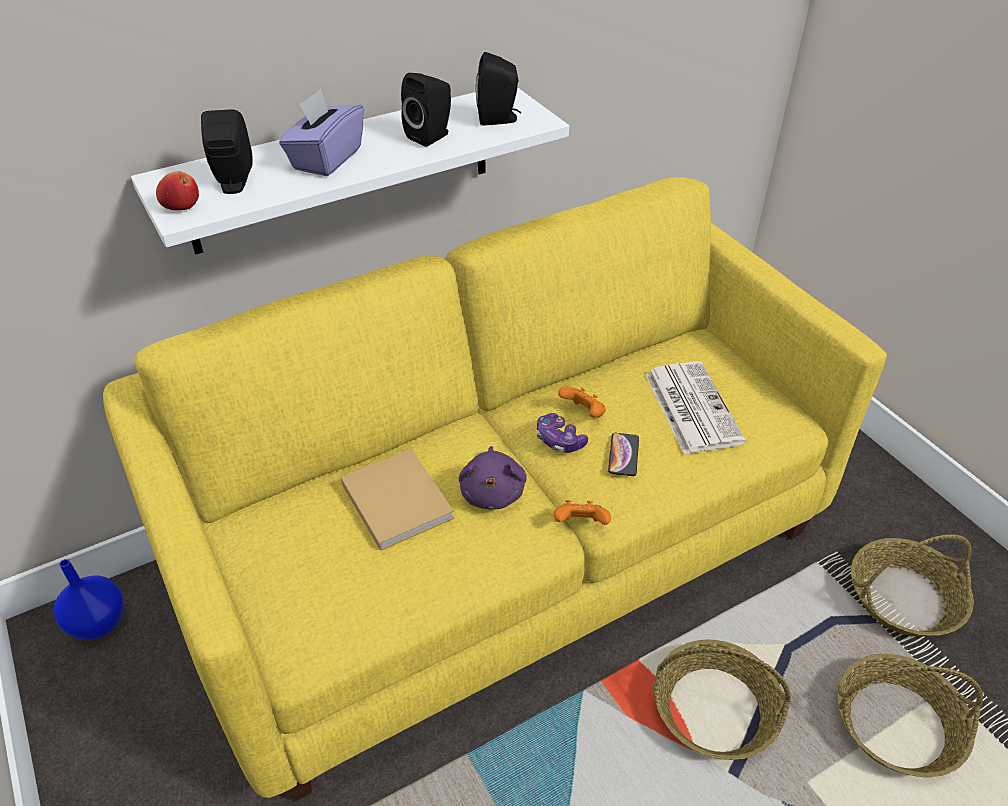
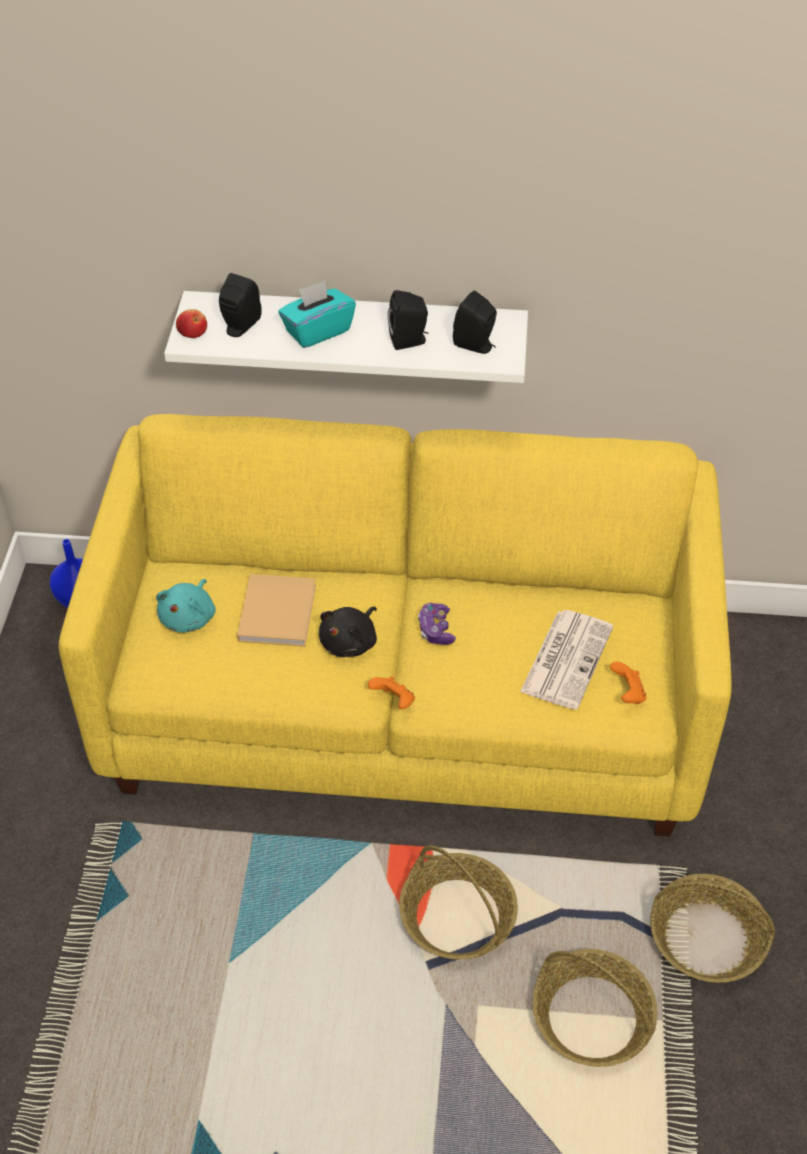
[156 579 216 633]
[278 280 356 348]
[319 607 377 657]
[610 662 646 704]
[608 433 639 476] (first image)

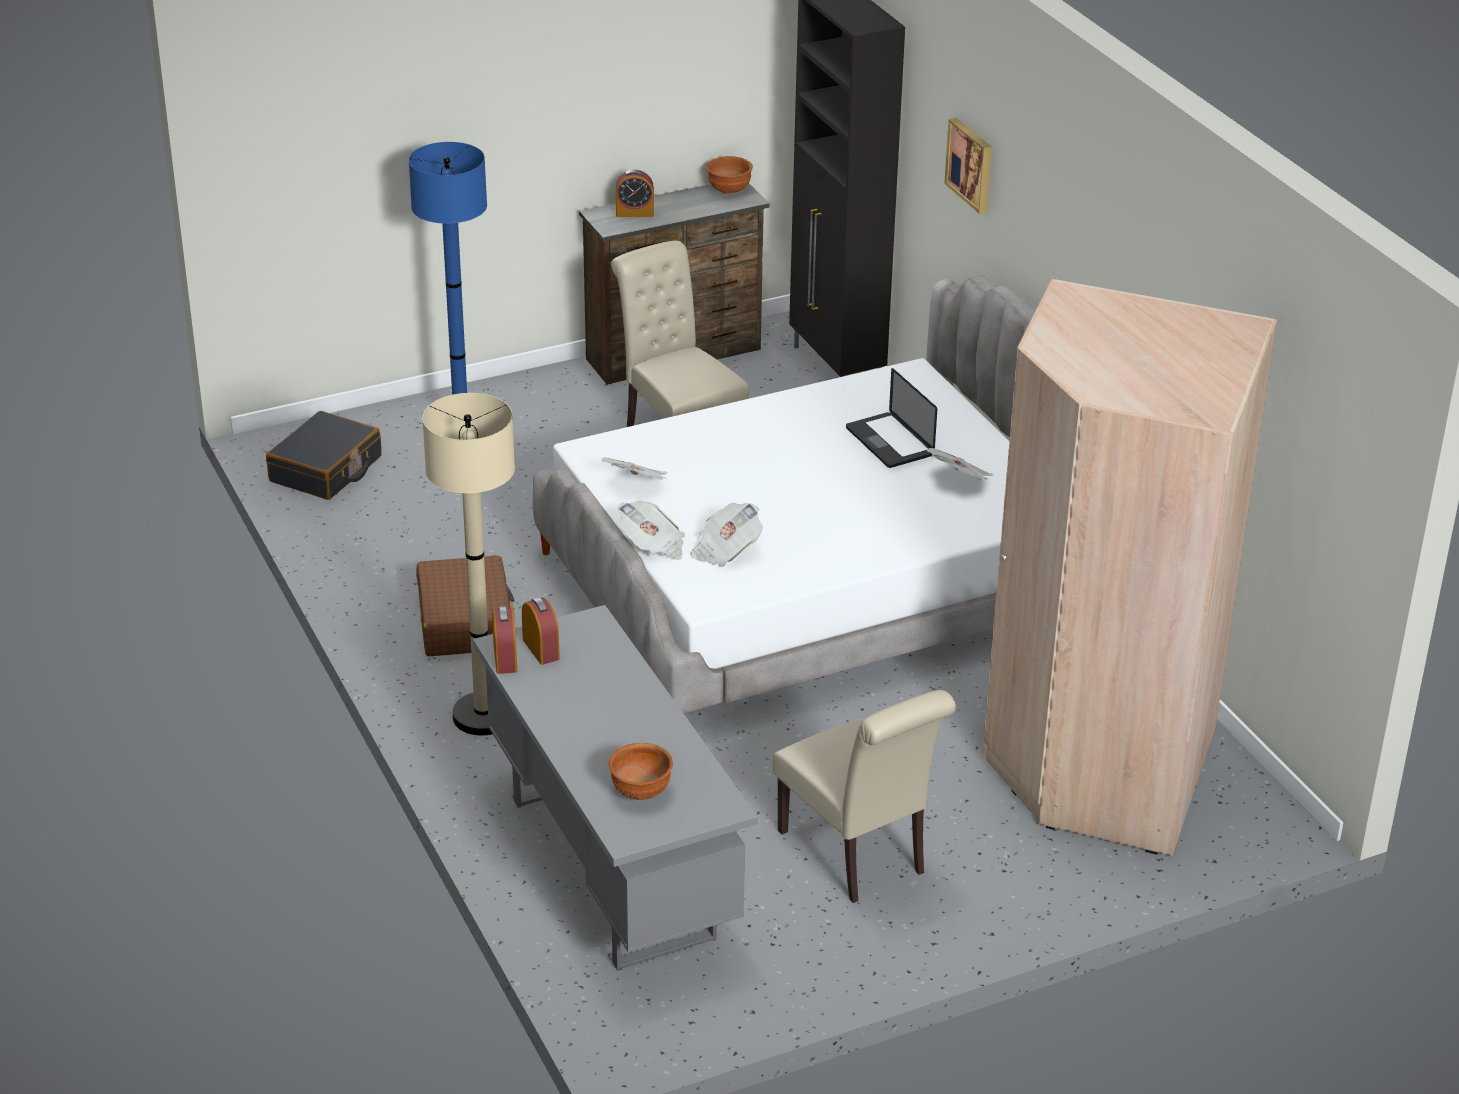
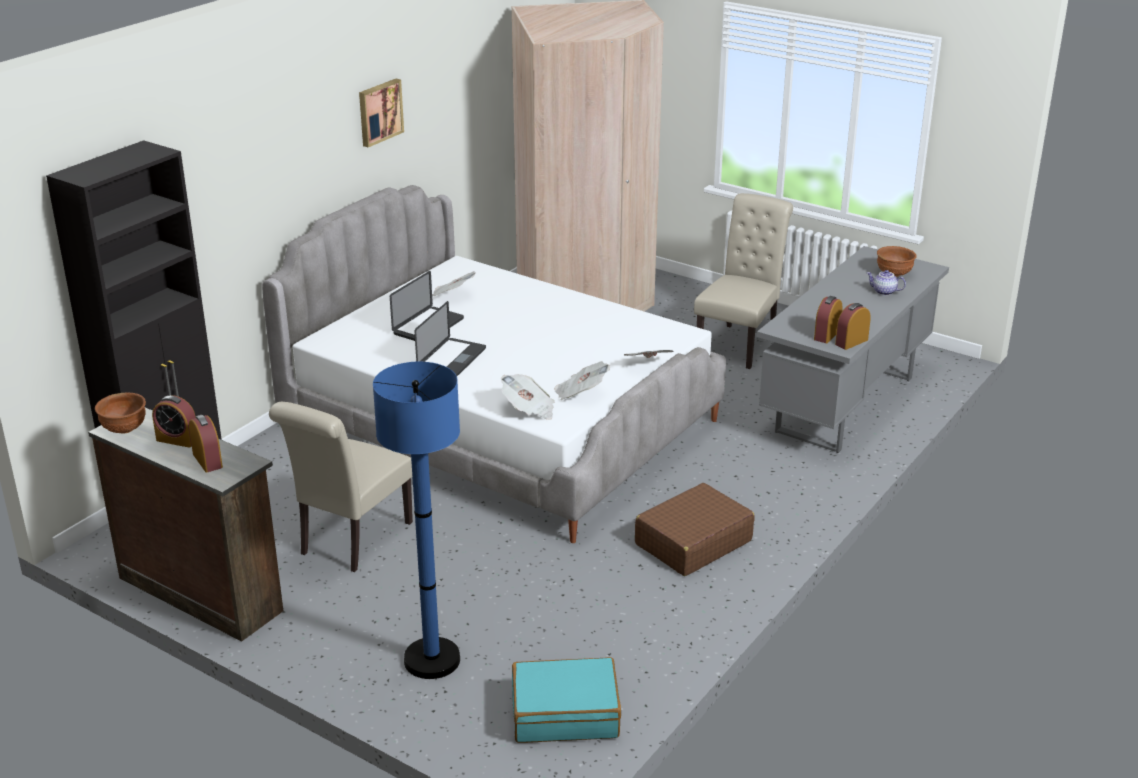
[152 395 196 448]
[359 79 404 147]
[415 301 486 376]
[501 374 555 420]
[512 657 621 743]
[867 270 906 296]
[422 393 515 735] (first image)

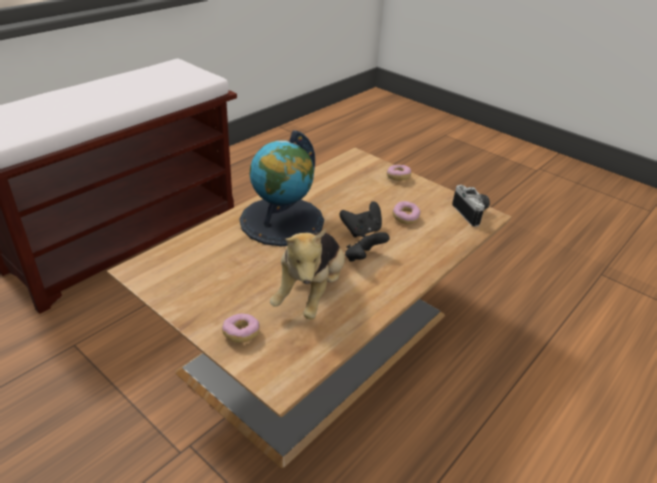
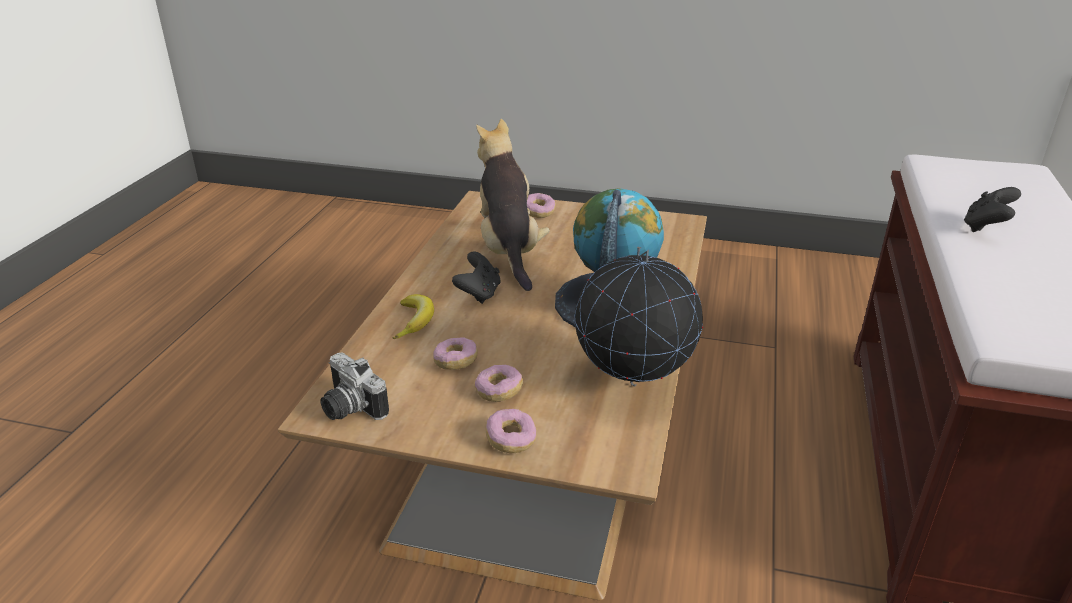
[393 294 434 339]
[475 365 523 402]
[575 246 703 387]
[964 187 1021 232]

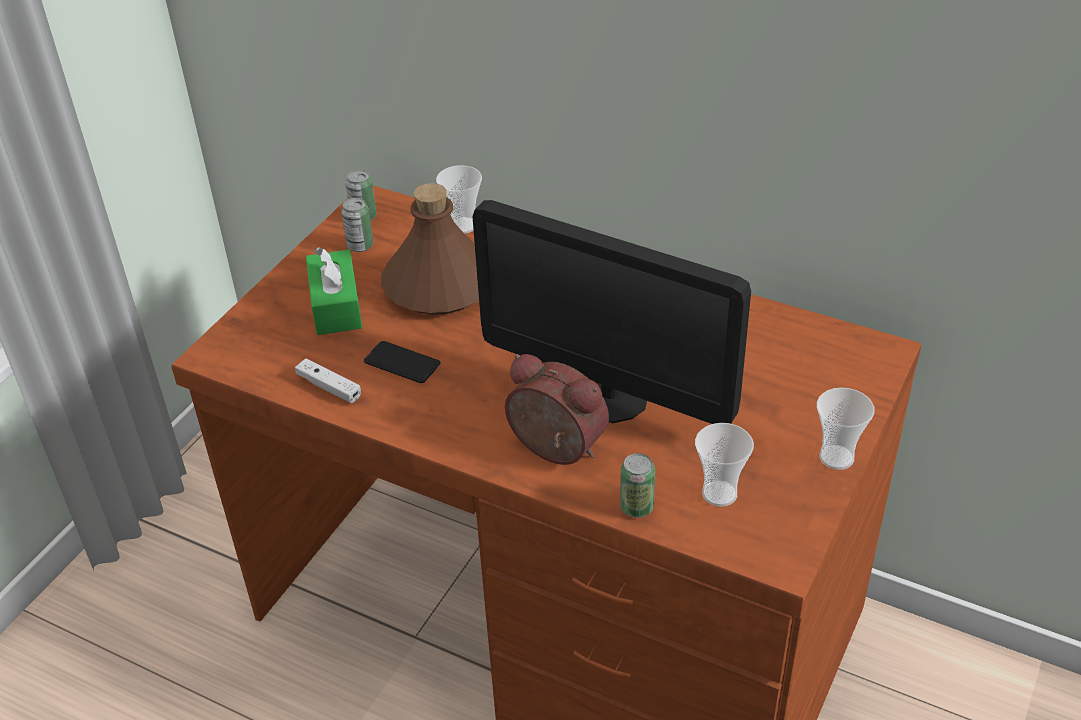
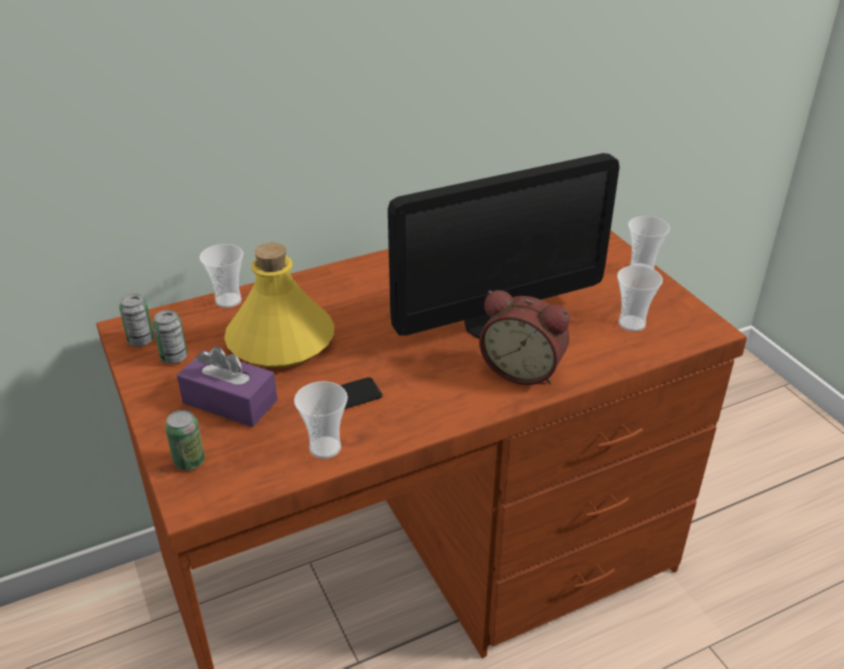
[165 410 205 470]
[177 346 277 427]
[224 243 334 368]
[294 381 348 459]
[479 290 570 385]

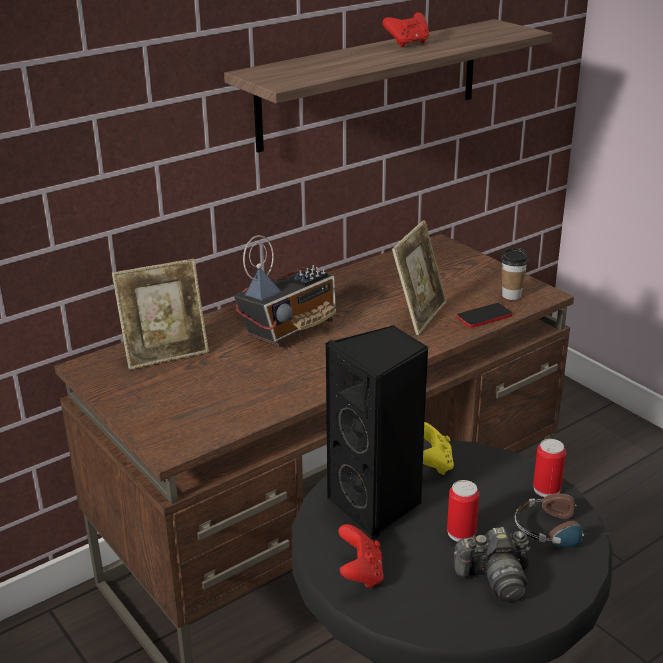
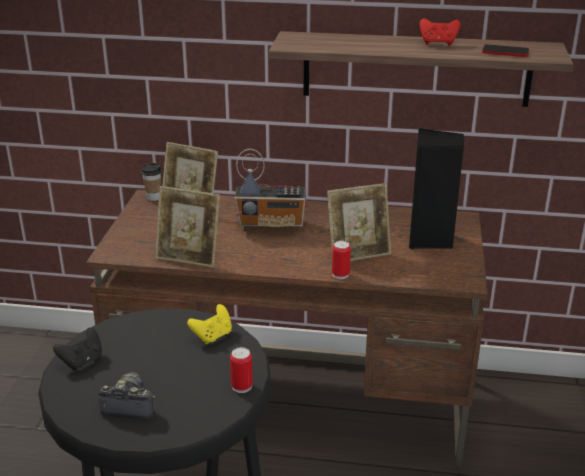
[53 328 102 370]
[99 372 155 420]
[141 163 161 201]
[155 186 220 268]
[332 241 351 279]
[409 128 464 249]
[482 44 529 57]
[515 493 604 547] (first image)

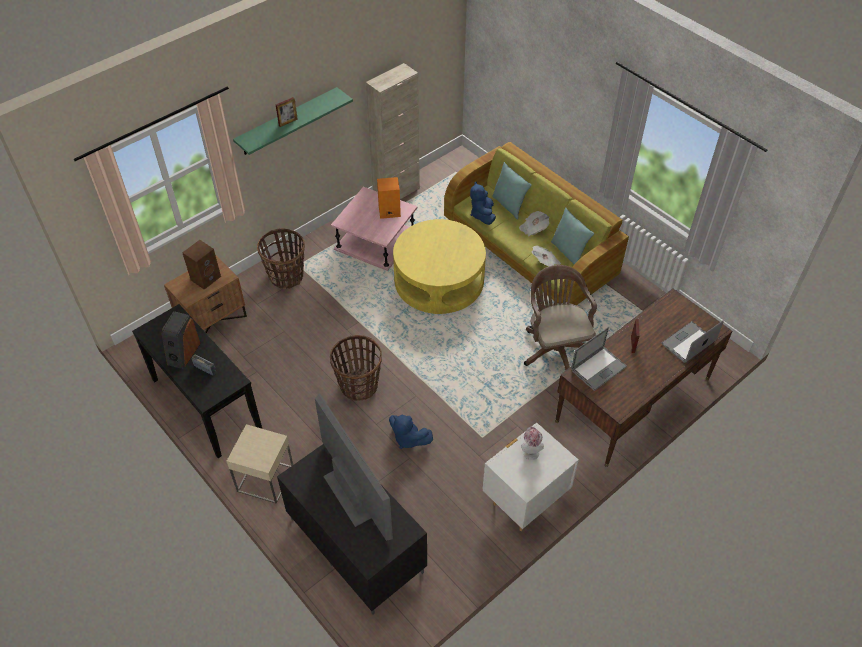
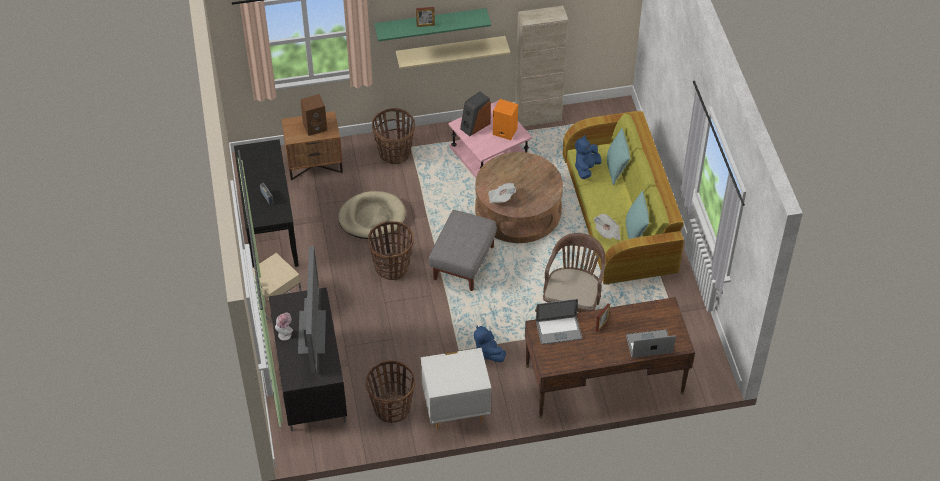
[275 312 293 341]
[338 191 406 239]
[366 360 415 423]
[396 36 510 69]
[429 210 497 291]
[460 91 491 136]
[474 325 506 362]
[475 152 563 243]
[488 183 516 203]

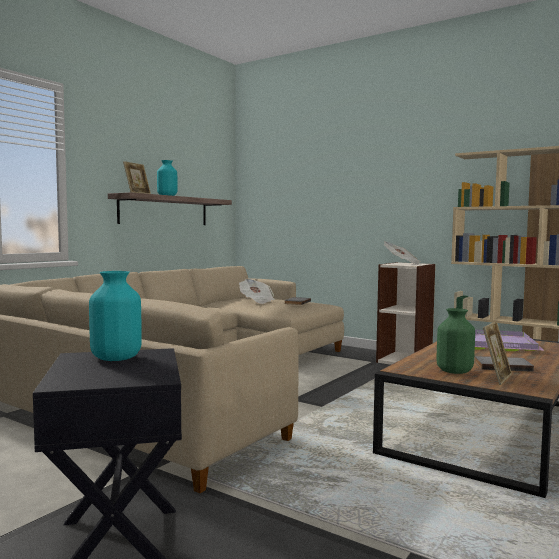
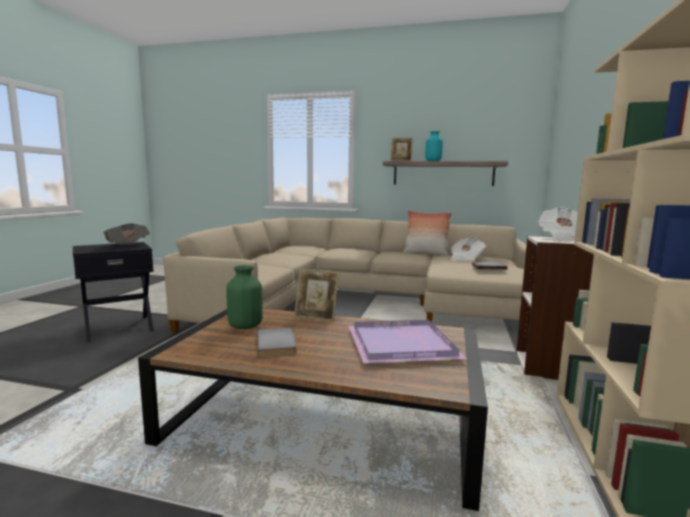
[103 223 150 243]
[294 269 339 321]
[403 210 452 256]

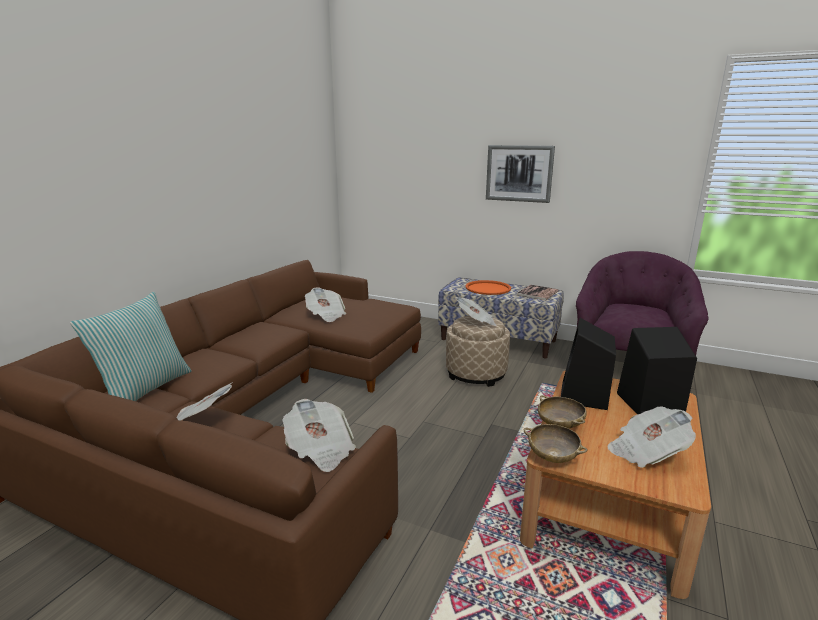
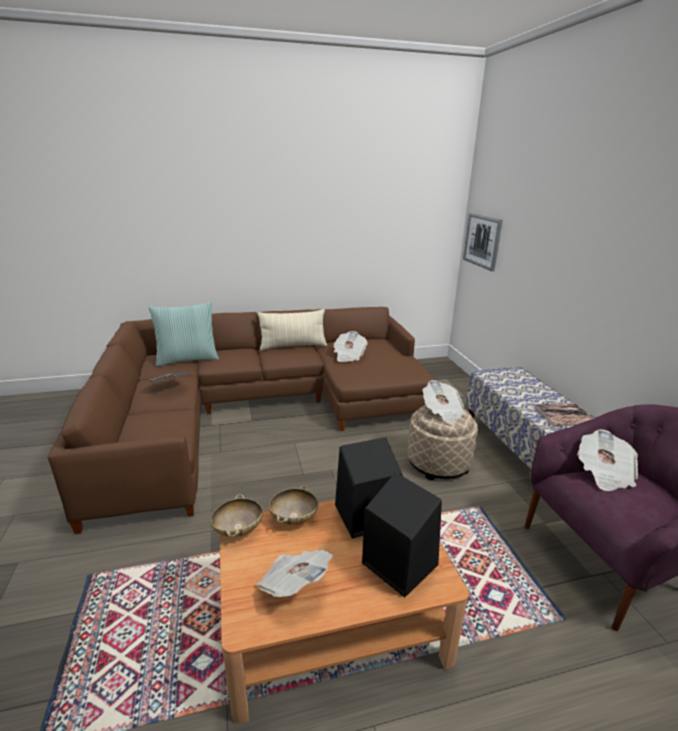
[258 309 327 351]
[463 213 503 271]
[577 429 638 491]
[466 280 511 295] (first image)

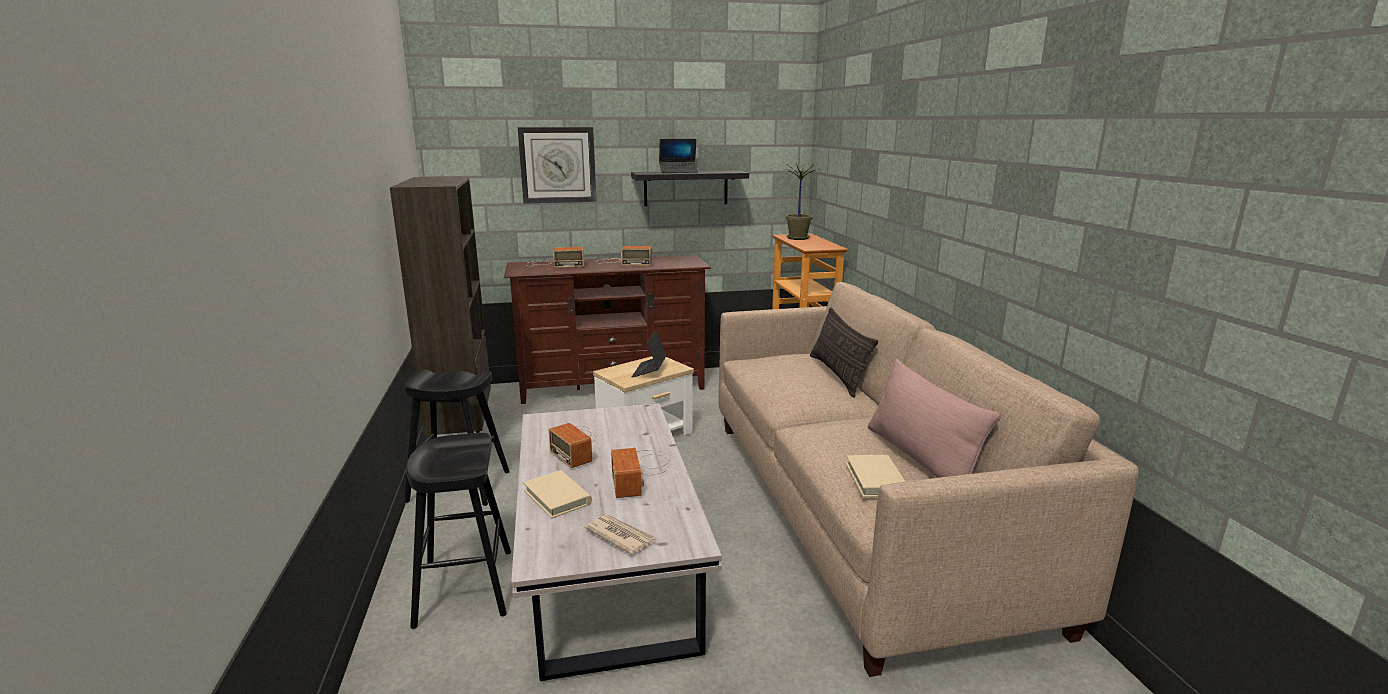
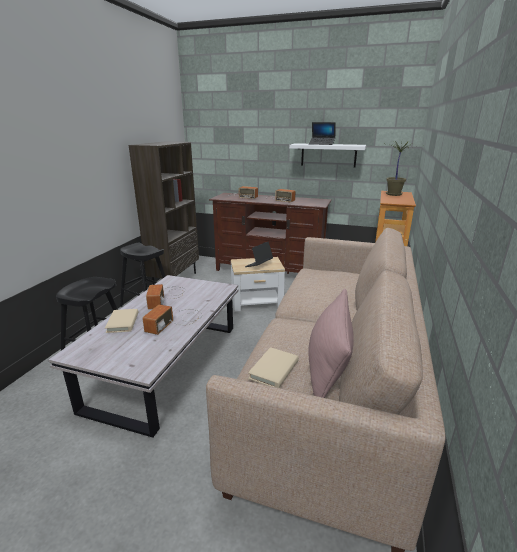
[289 143 366 168]
[518 127 596 203] (first image)
[585 514 656 555] (first image)
[810 307 878 397] (first image)

